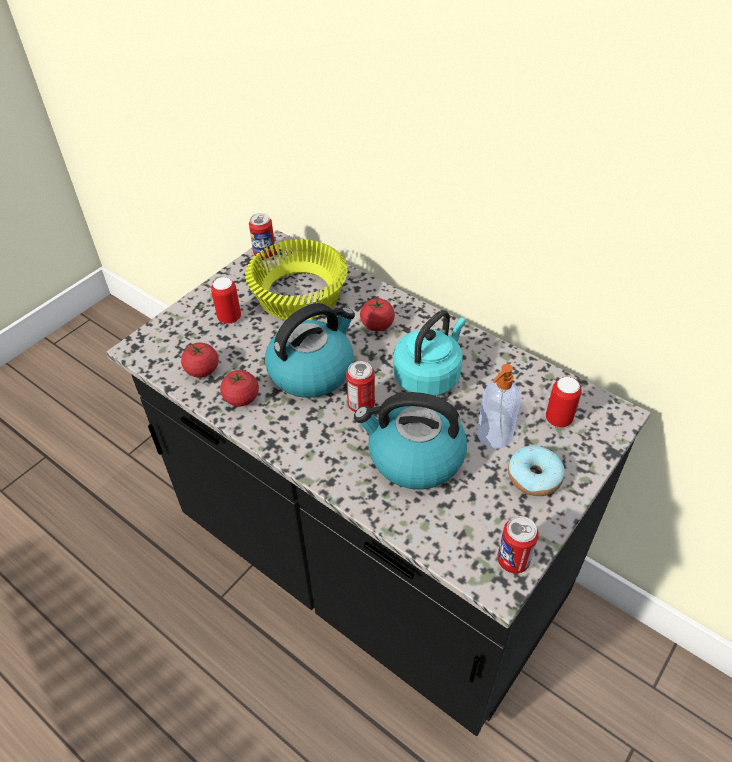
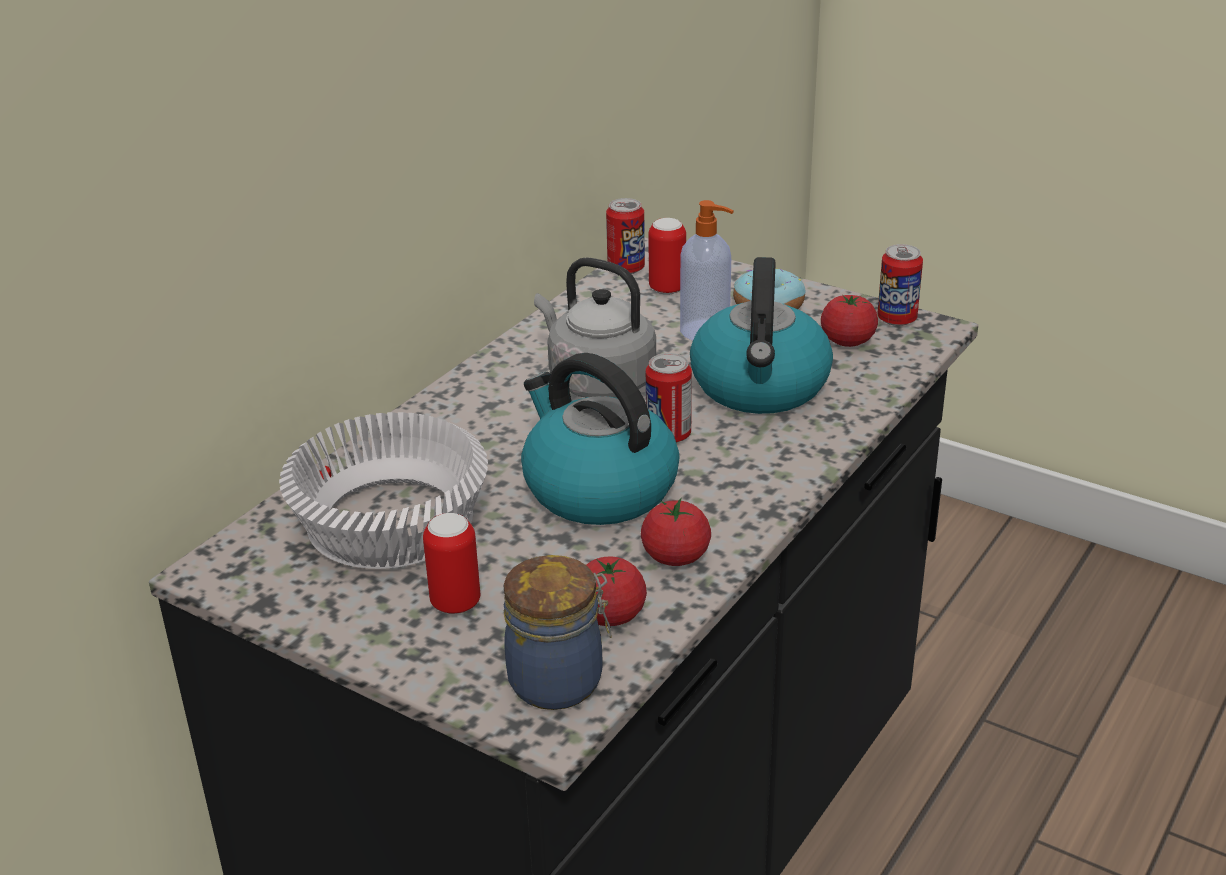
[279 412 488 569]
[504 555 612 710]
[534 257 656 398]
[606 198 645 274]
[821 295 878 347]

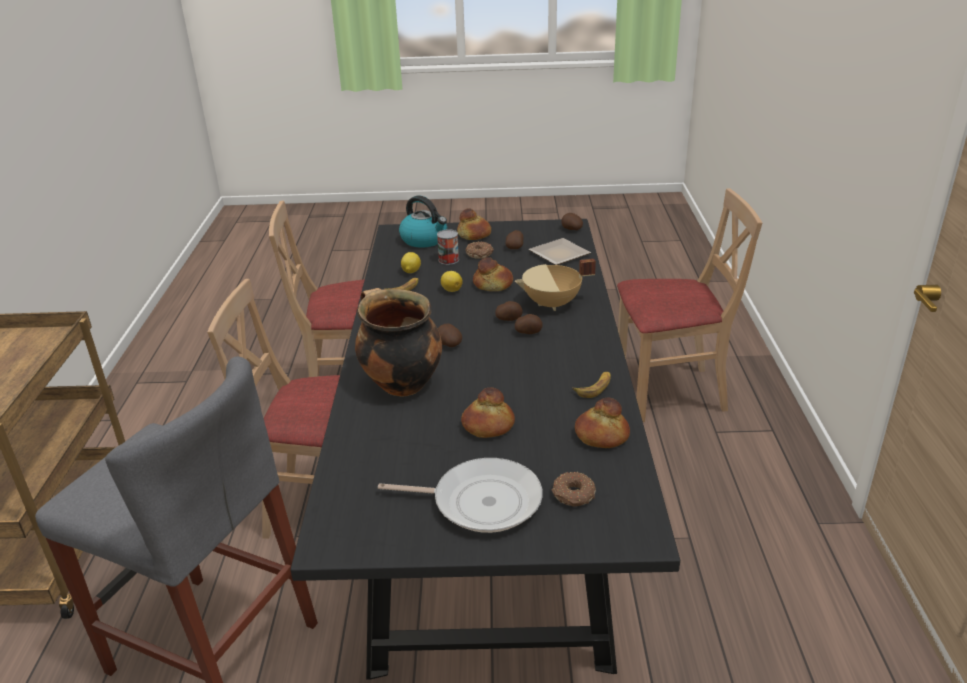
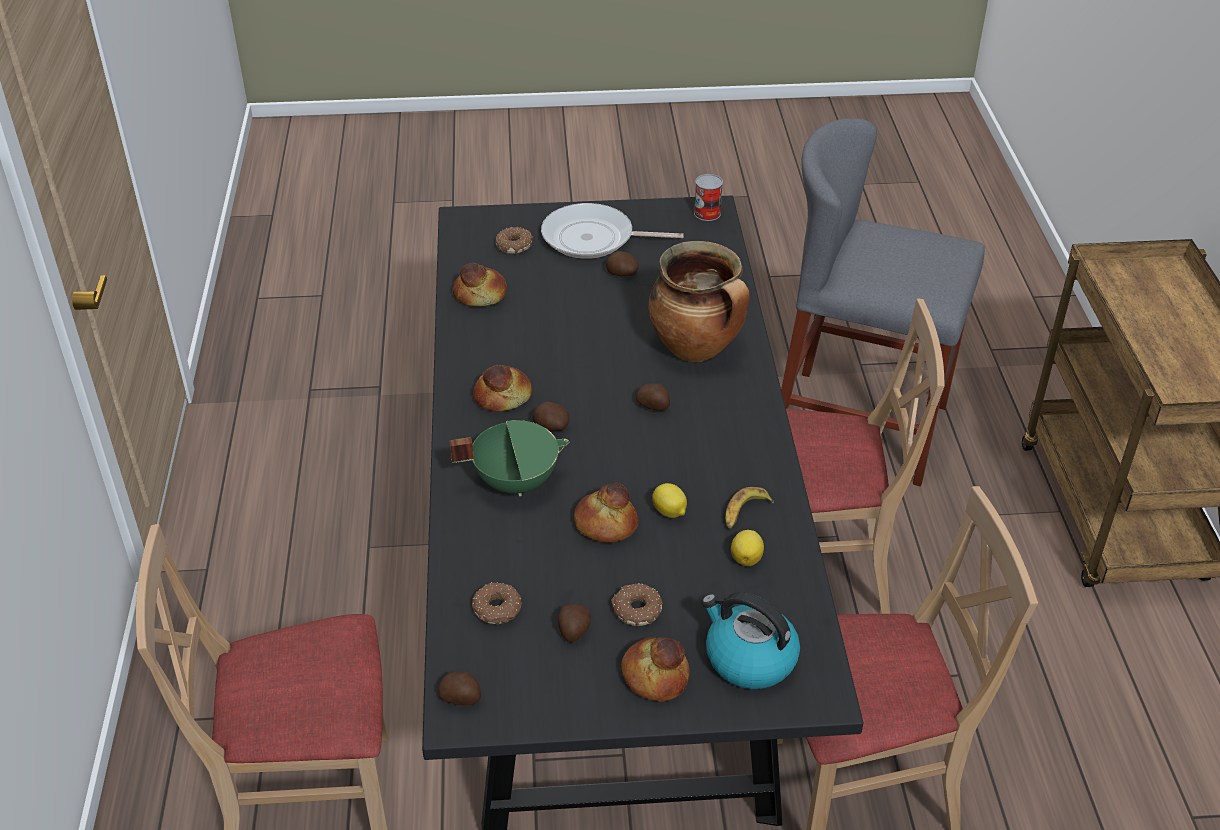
[449 420 570 496]
[472 582 522 625]
[473 365 532 412]
[606 251 639 276]
[694 174 723 221]
[572 372 611 398] (first image)

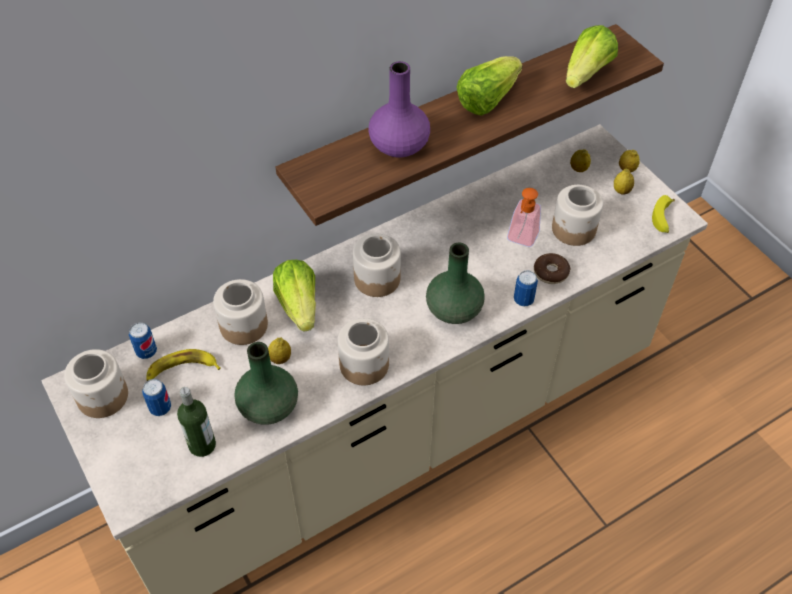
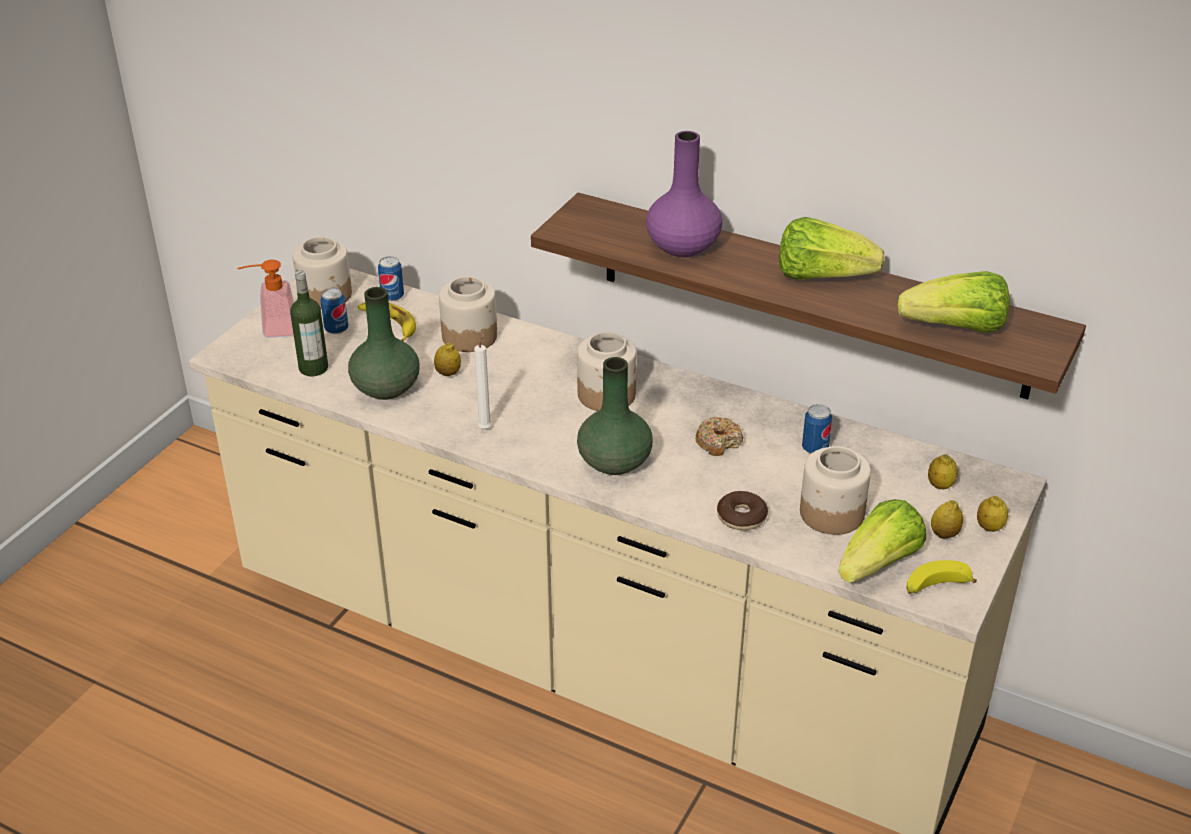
[237 260 294 338]
[474 332 492 429]
[696 417 743 456]
[802 404 832 454]
[838 499 926 583]

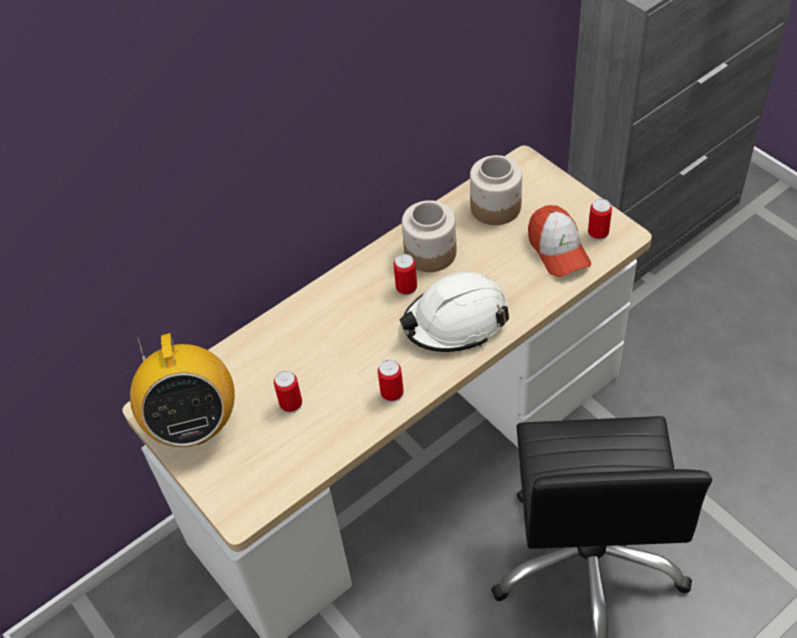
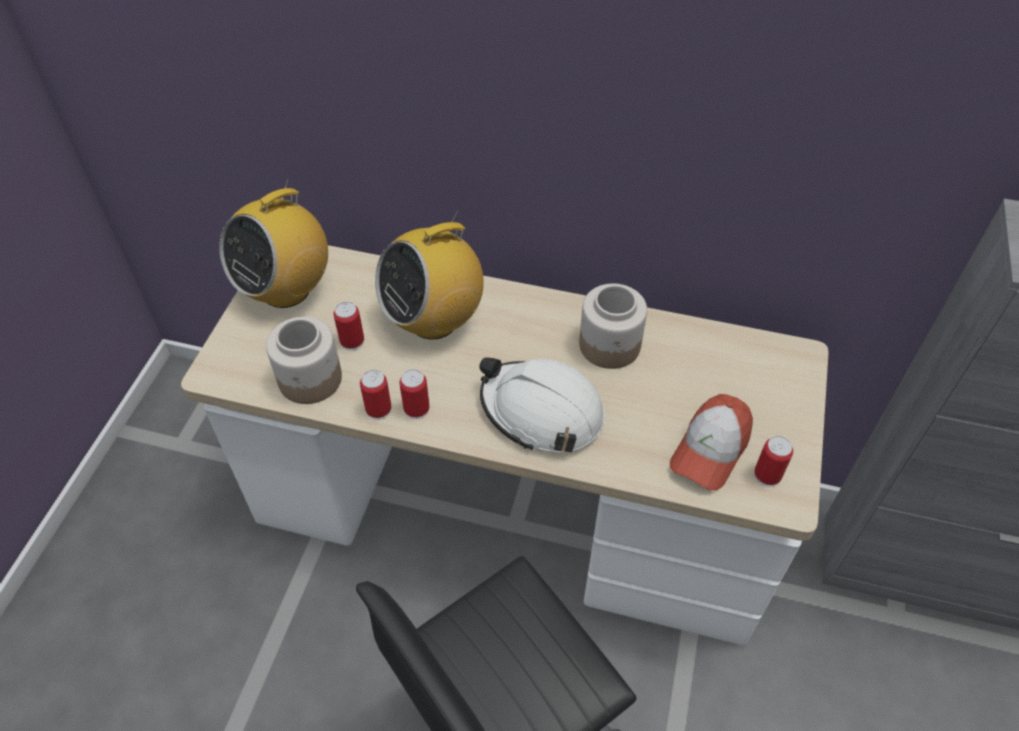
[266 317 342 404]
[360 370 391 420]
[375 210 484 339]

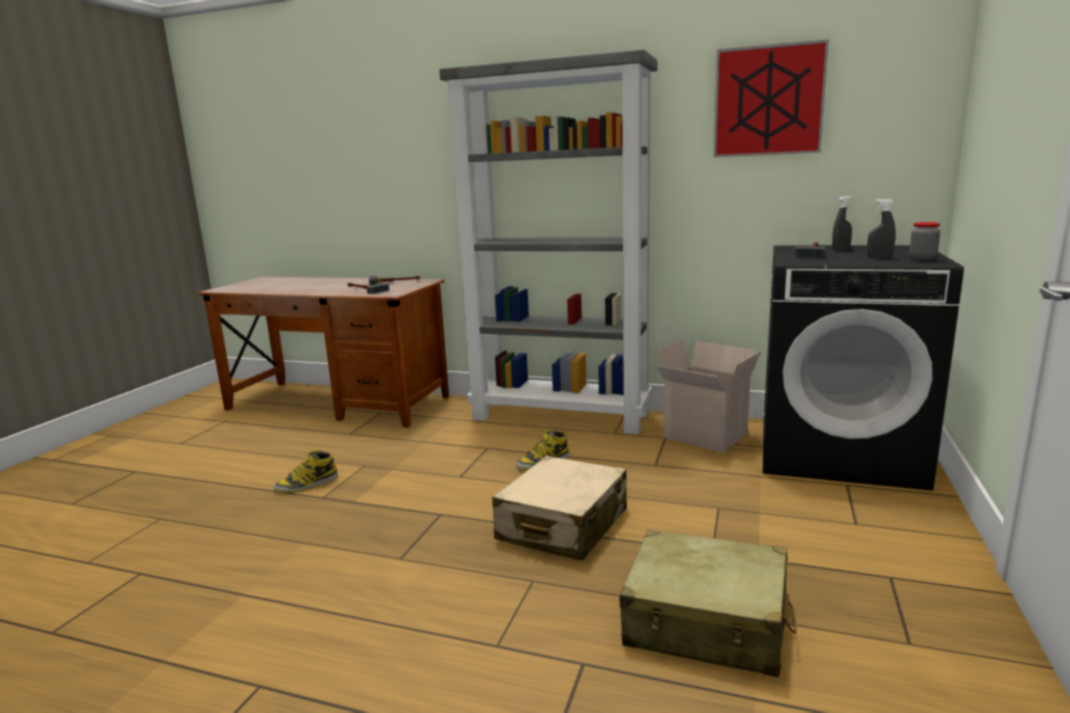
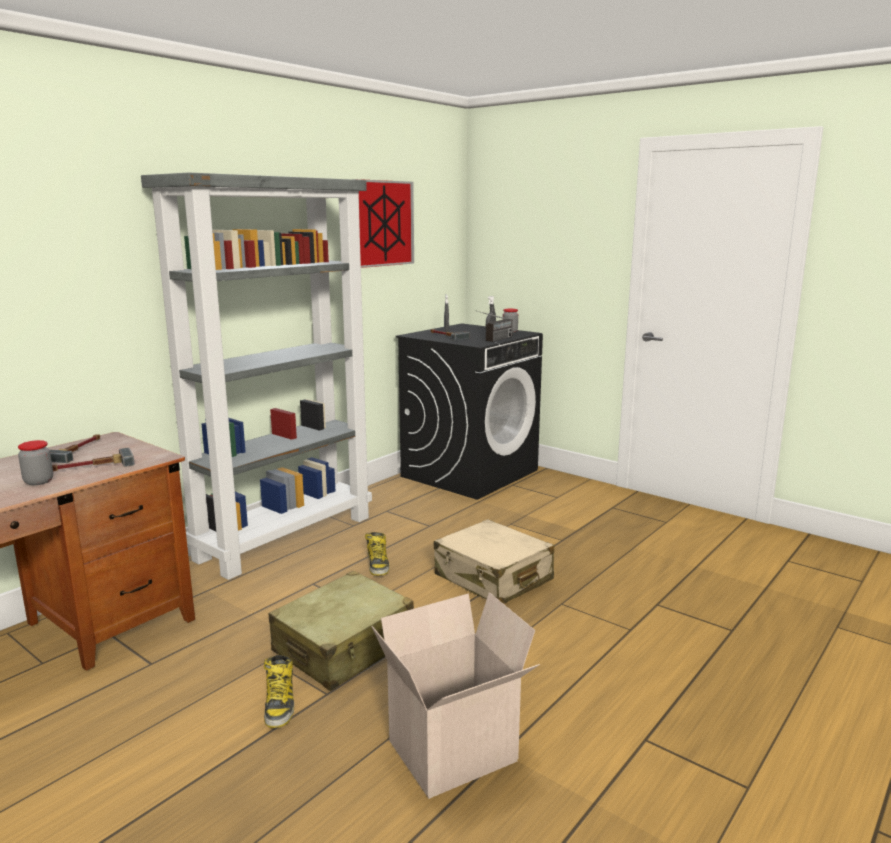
[18 440 53 485]
[269 571 414 691]
[372 592 540 799]
[478 311 513 342]

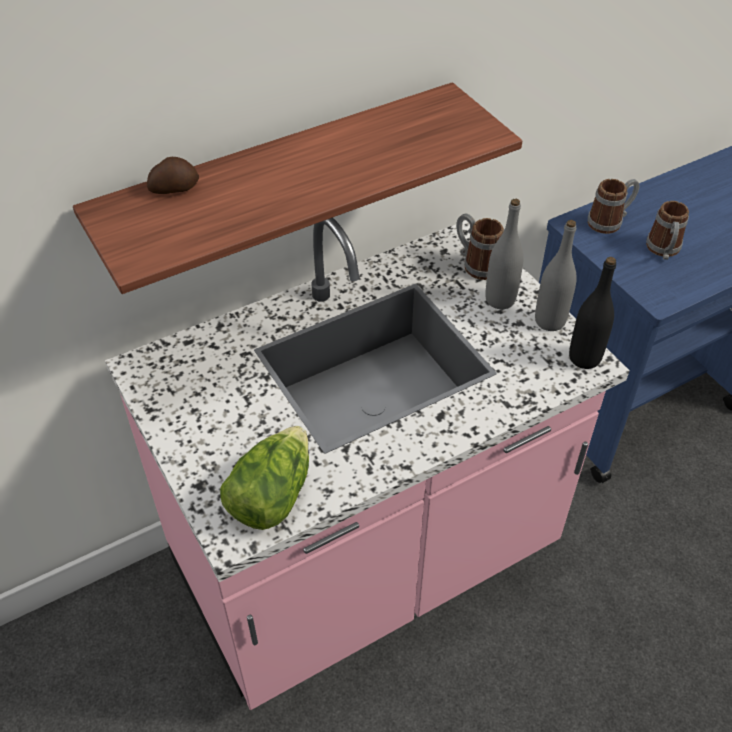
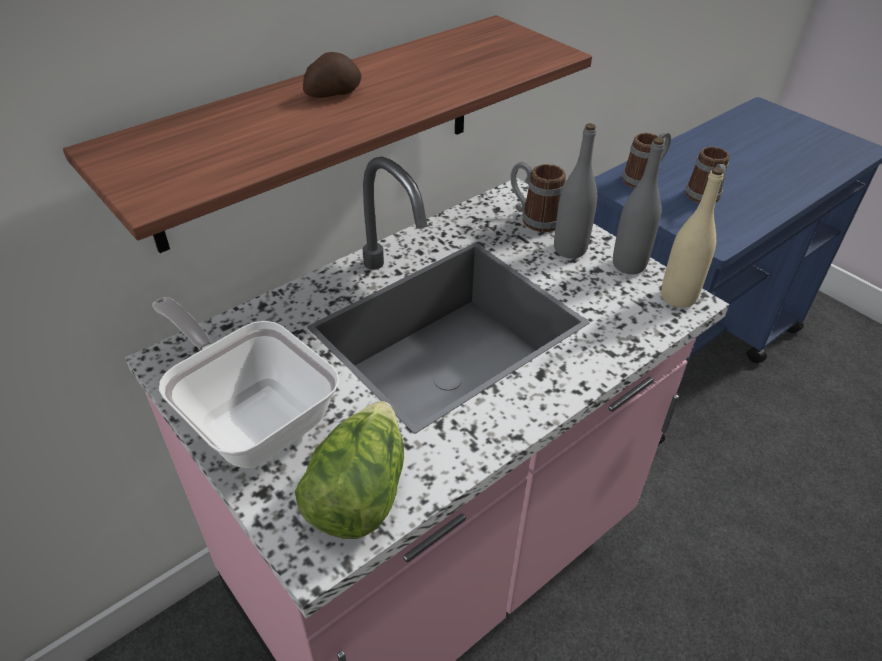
[152 297 339 468]
[303 52 362 98]
[661 167 724 308]

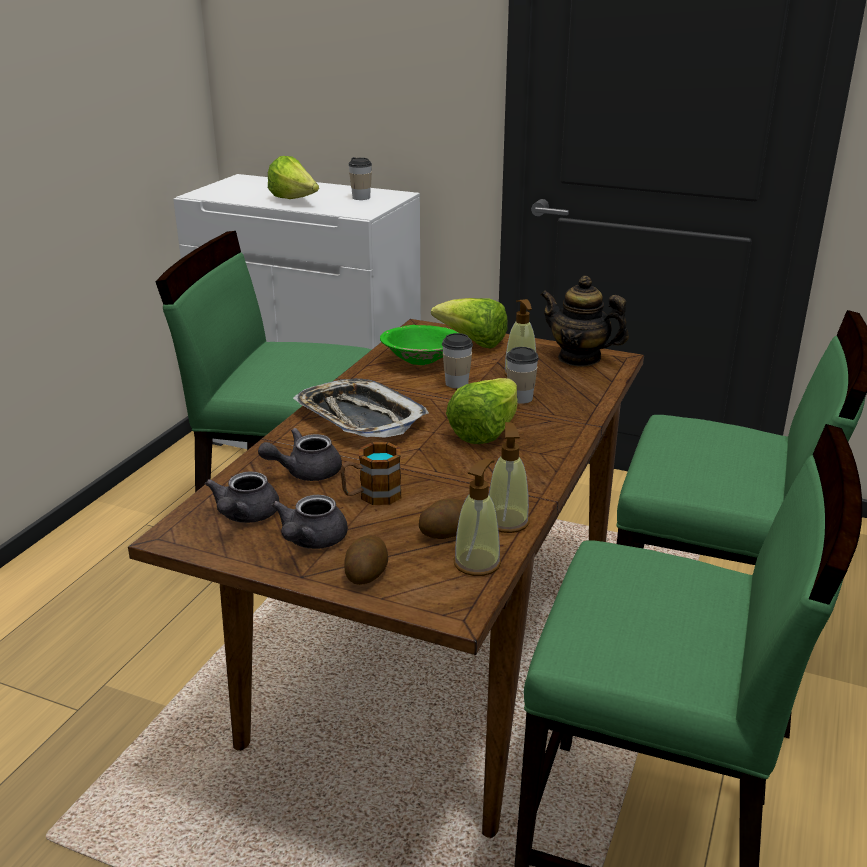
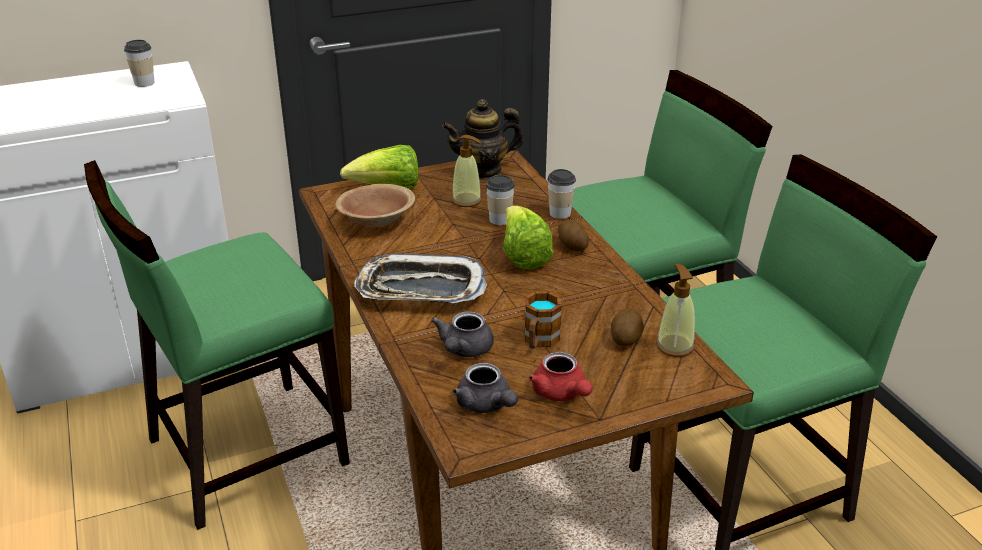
[335 184 415 228]
[528 352 593 401]
[548 169 576 219]
[558 220 589 251]
[268 156 319 199] (first image)
[489 422 530 533] (first image)

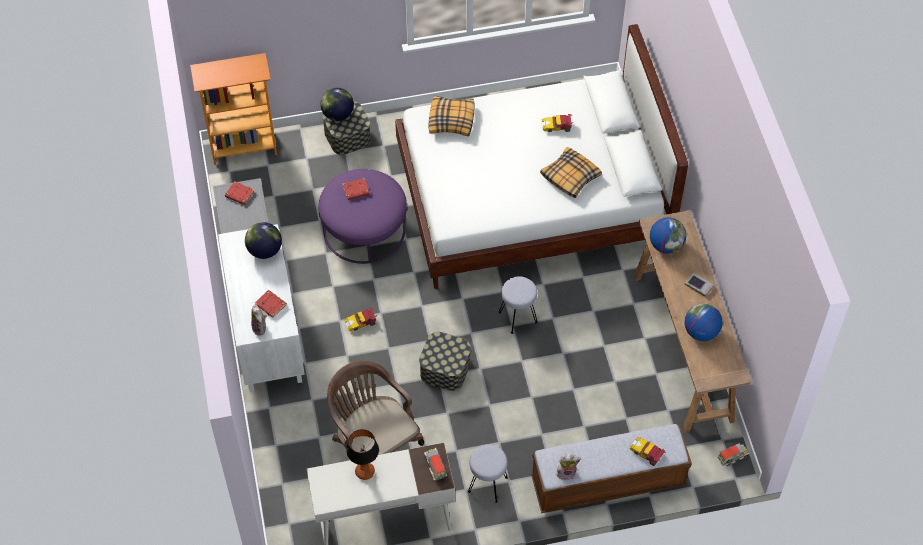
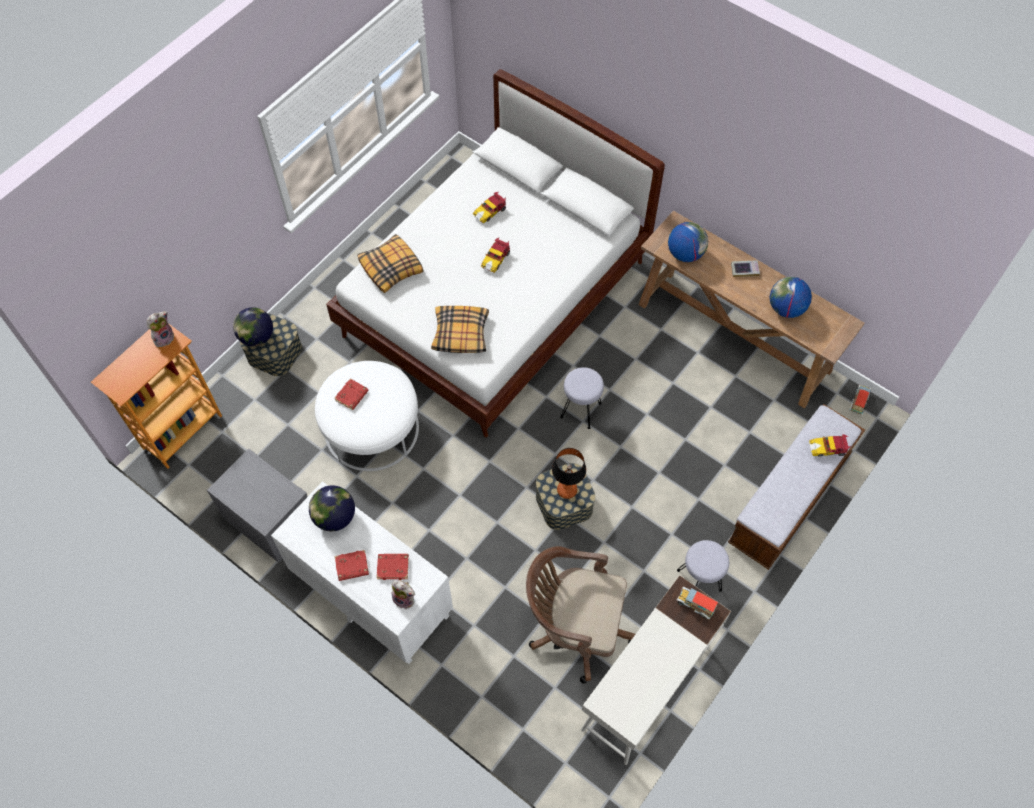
[147 311 174 347]
[315 361 419 471]
[334 550 369 581]
[431 306 489 353]
[481 237 510 273]
[552 448 586 499]

